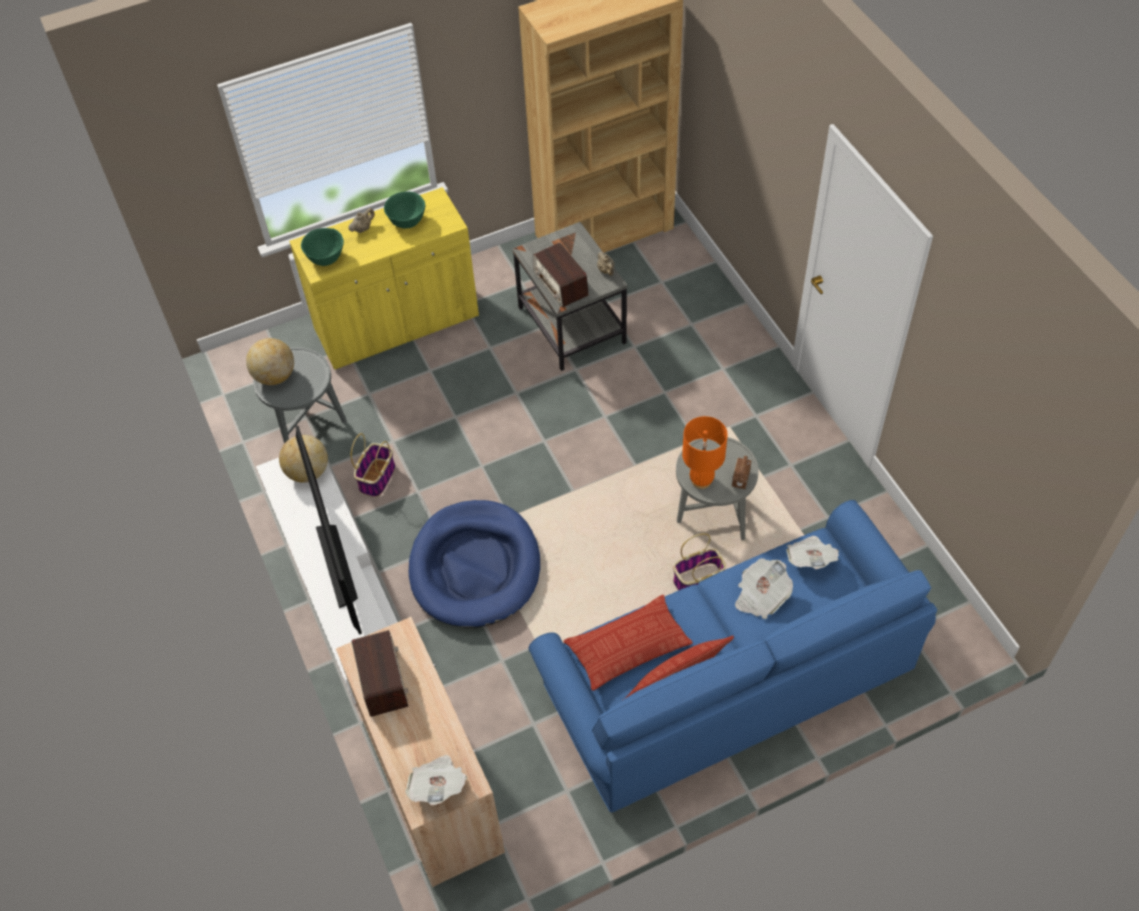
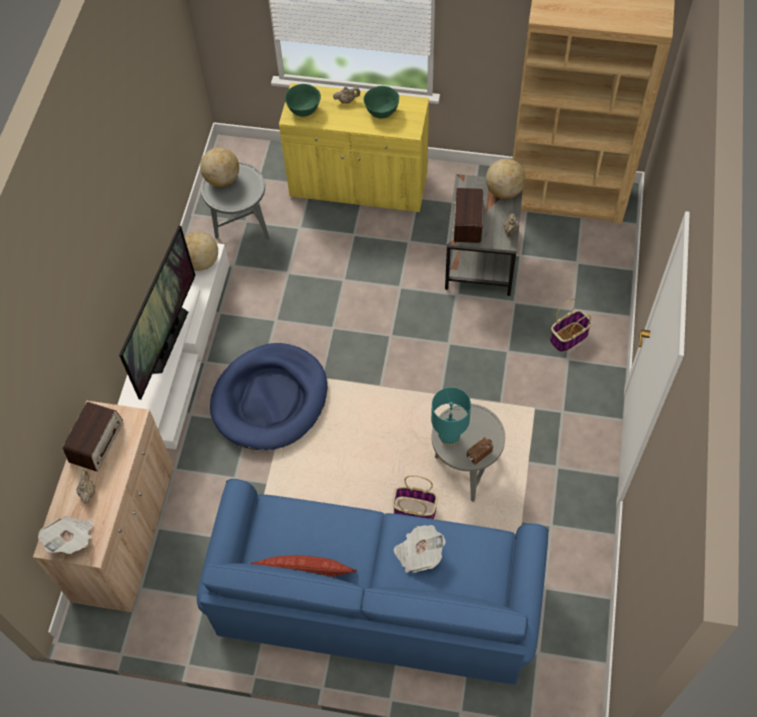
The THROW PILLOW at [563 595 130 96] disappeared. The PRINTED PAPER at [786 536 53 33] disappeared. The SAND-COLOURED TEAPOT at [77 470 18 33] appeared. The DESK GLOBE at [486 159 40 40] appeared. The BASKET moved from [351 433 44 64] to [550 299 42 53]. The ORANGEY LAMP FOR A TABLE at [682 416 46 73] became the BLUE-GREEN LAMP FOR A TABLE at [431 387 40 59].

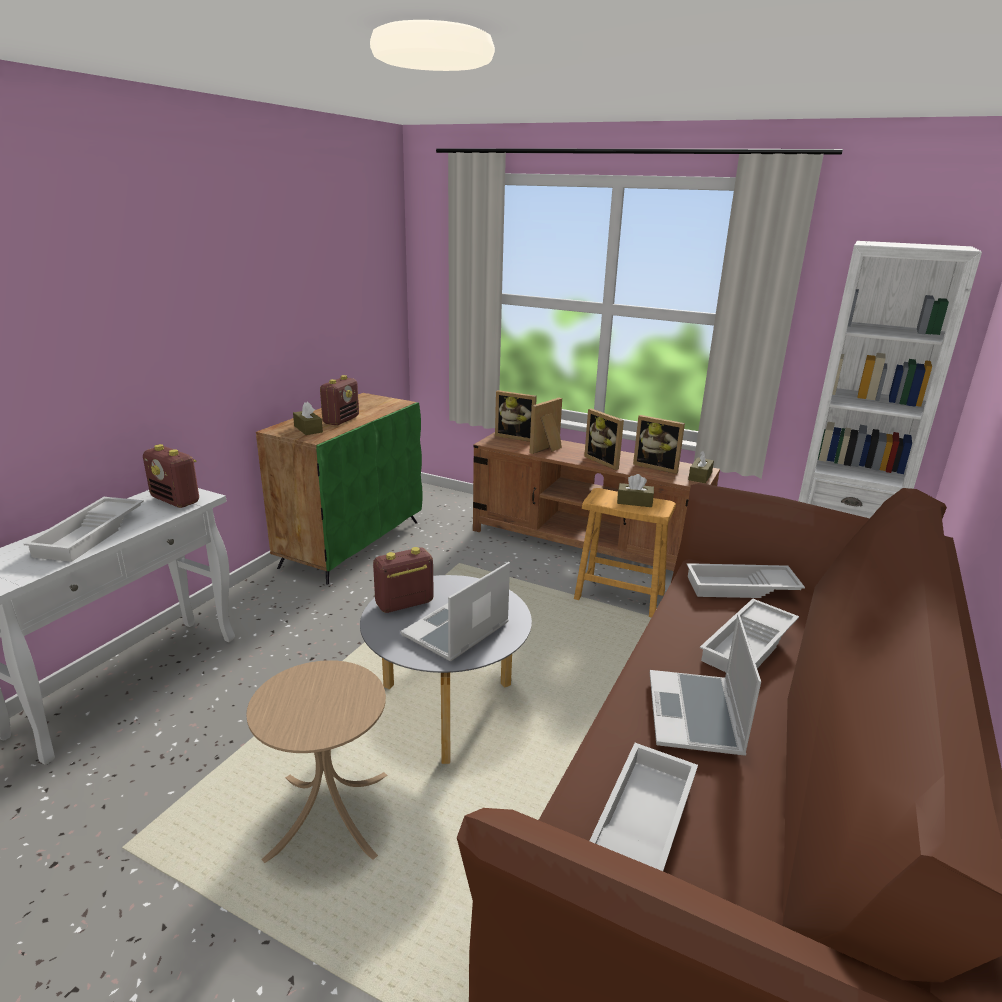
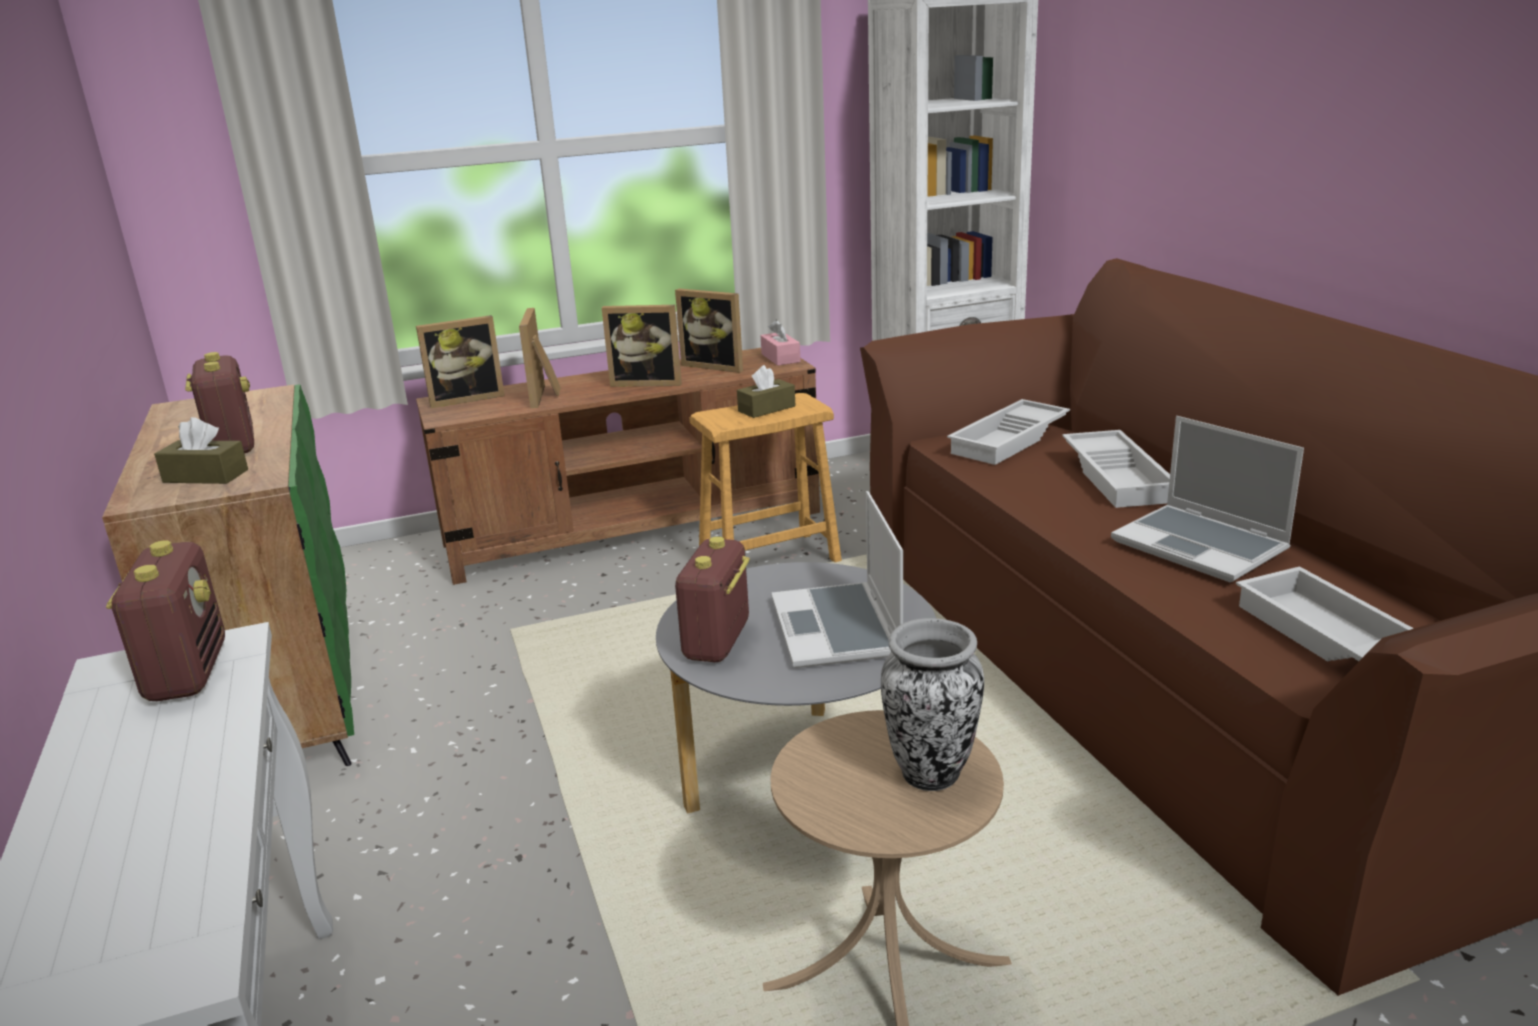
The WHITE-COLOURED CARRYING TRAY at [24 497 120 65] disappeared. The DECORATIVE VASE at [881 618 103 173] appeared. The BROWNISH BOX OF TISSUES at [688 450 26 33] became the PINKISH BOX OF TISSUES at [761 319 40 47]. The RADIO SET at [143 444 56 64] turned 90 degrees counterclockwise. The PHOTO FRAME at [633 415 52 59] turned 45 degrees clockwise.

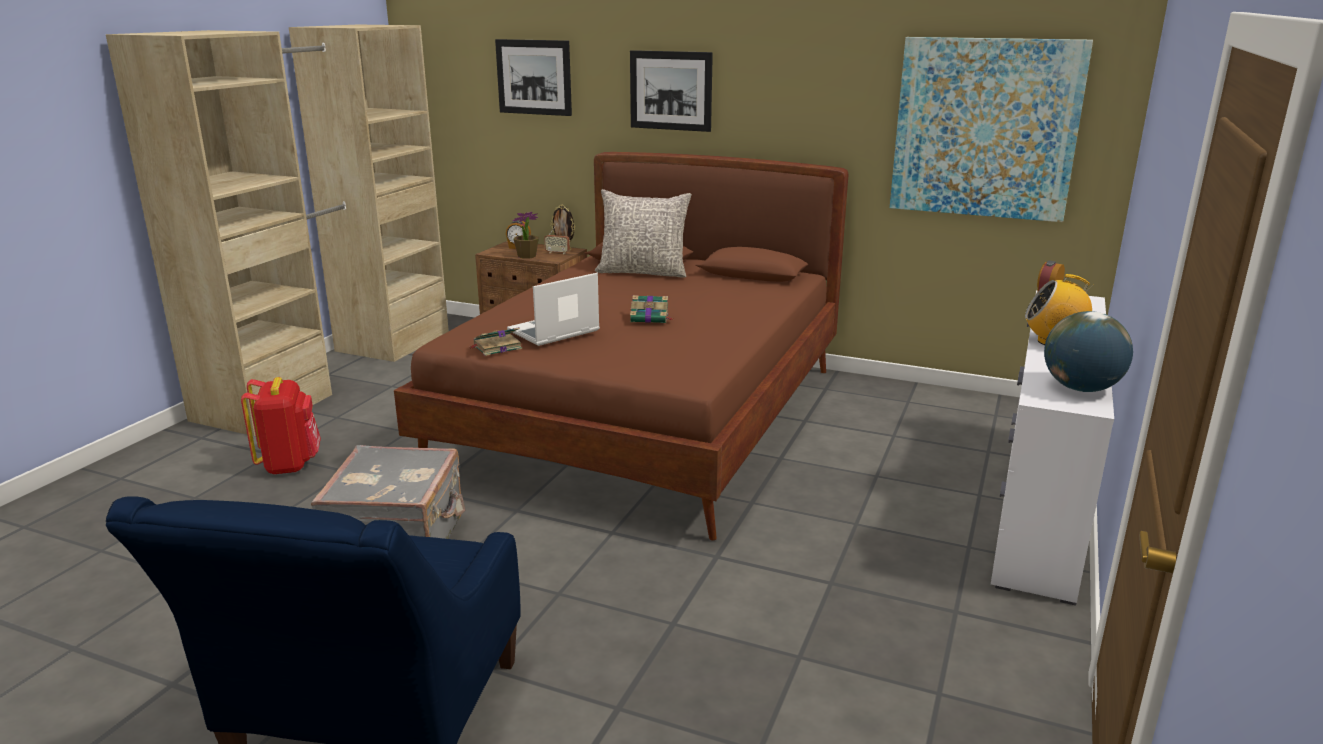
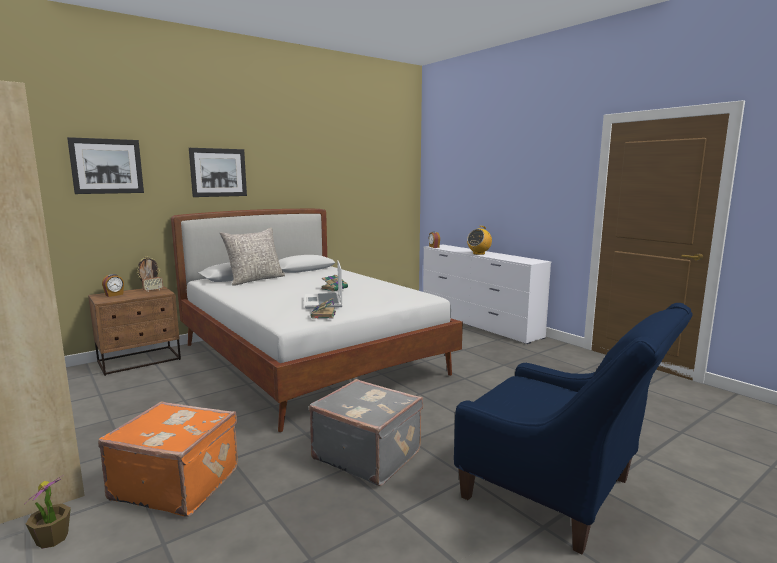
The WALL PICTURE at [890 37 203 185] disappeared. The DESK GLOBE at [1044 311 89 81] disappeared. The POTTED PLANT moved from [513 212 26 47] to [26 475 45 74]. The RED-COLOURED KNAPSACK at [241 377 80 98] was replaced by the ORANGEY TRAVEL CASE at [98 401 140 115]. The BROWNISH BED at [394 152 455 389] became the WHITE-COLOURED BED at [171 209 292 223].

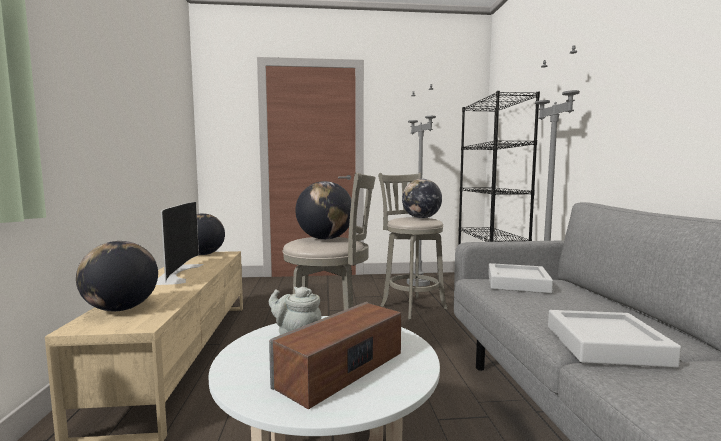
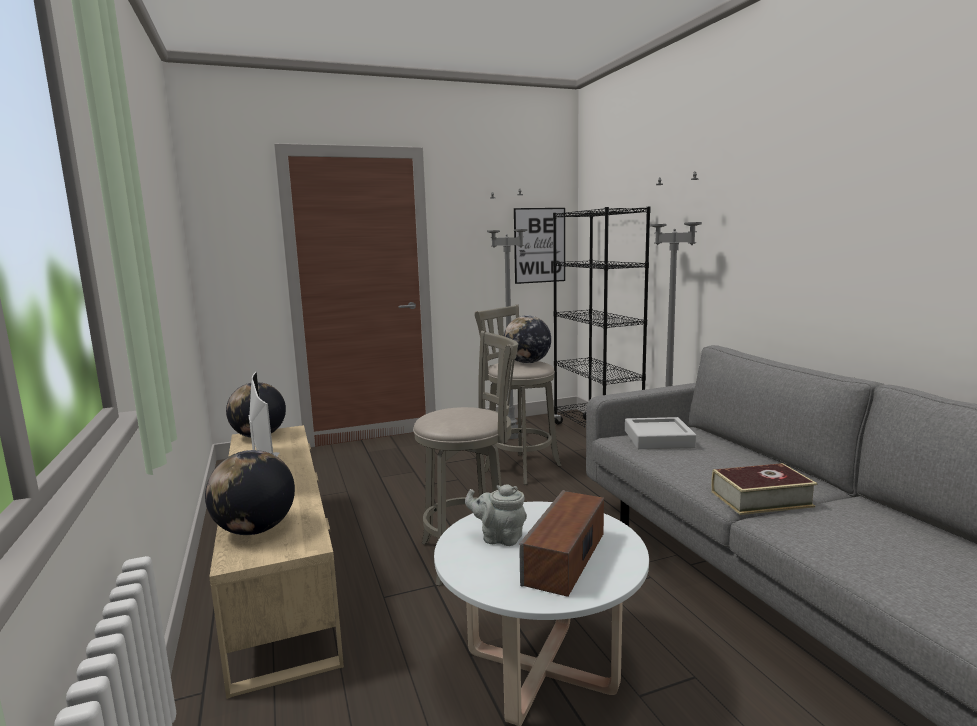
The DESK GLOBE at [295 181 57 59] disappeared. The WALL PICTURE at [514 208 51 76] appeared. The GREYISH CARRYING TRAY at [548 310 133 58] was replaced by the BOUND BOOK at [711 463 106 52].

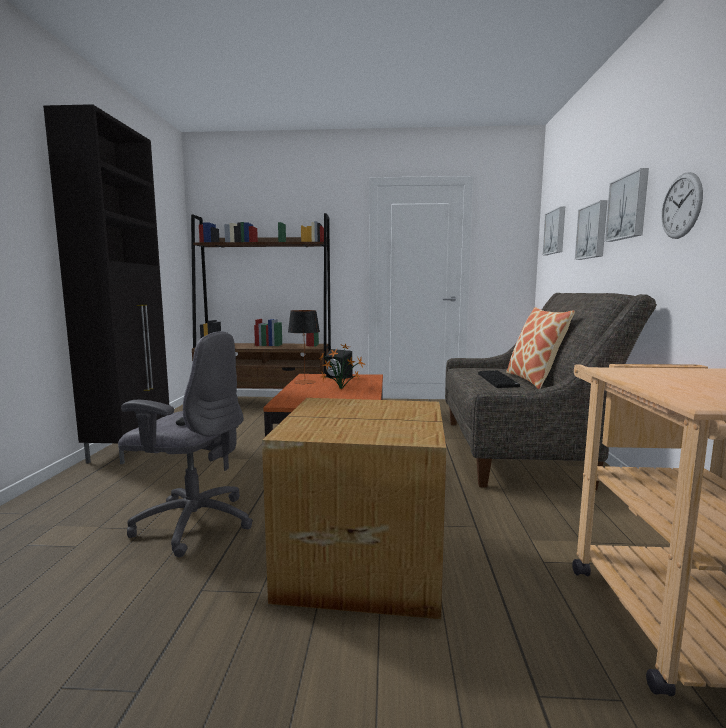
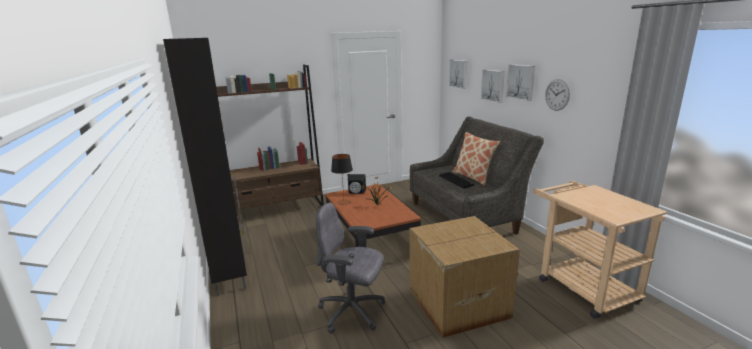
The GREYISH DESK CHAIR at [118 331 135 226] turned 150 degrees counterclockwise.

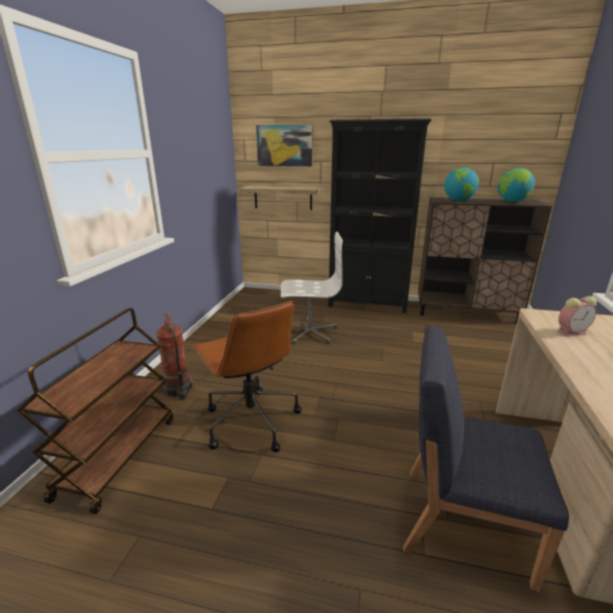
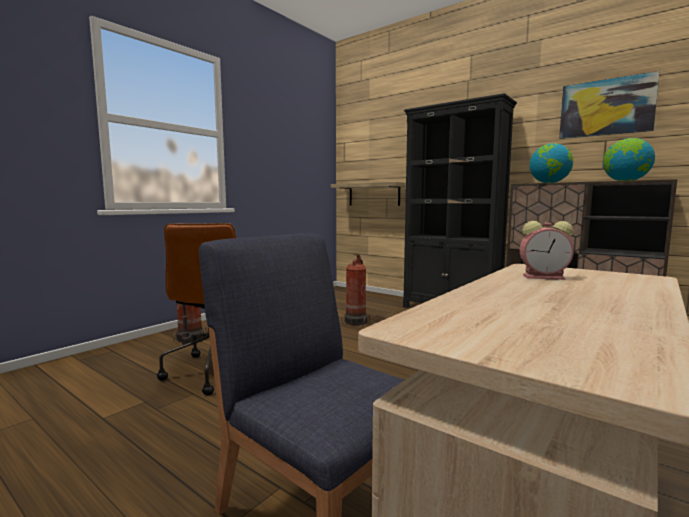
The BROWNISH CART at [17 308 156 206] disappeared. The WALL PICTURE moved from [256 125 57 42] to [559 71 101 68]. The WHITE-COLOURED DESK CHAIR at [281 232 62 112] was replaced by the FIRE EXTINGUISHER at [341 254 29 72].

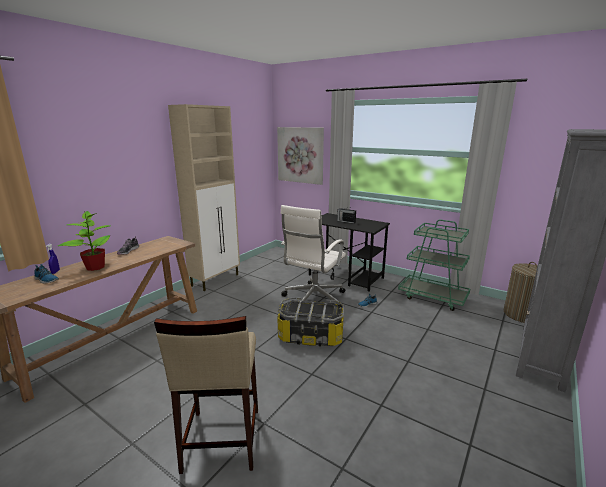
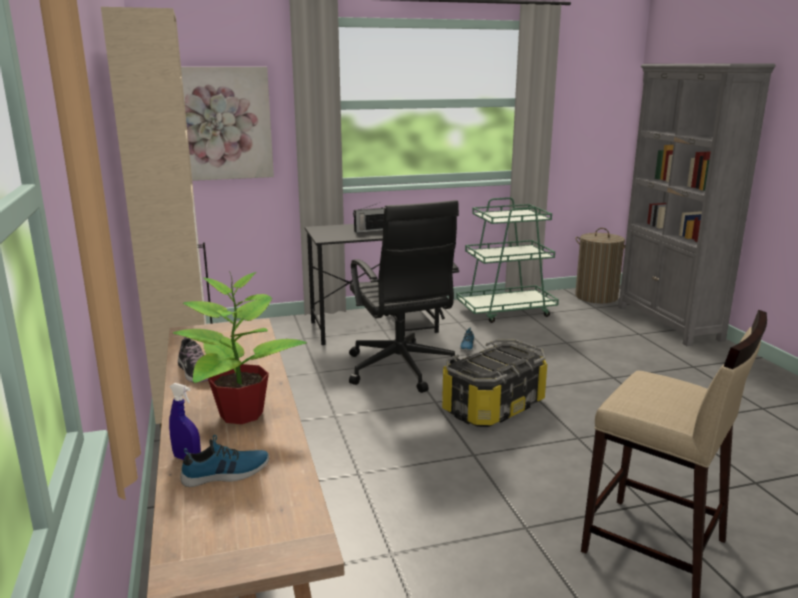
The WHITE-COLOURED DESK CHAIR at [281 205 65 102] became the BLACKISH DESK CHAIR at [349 200 111 193].

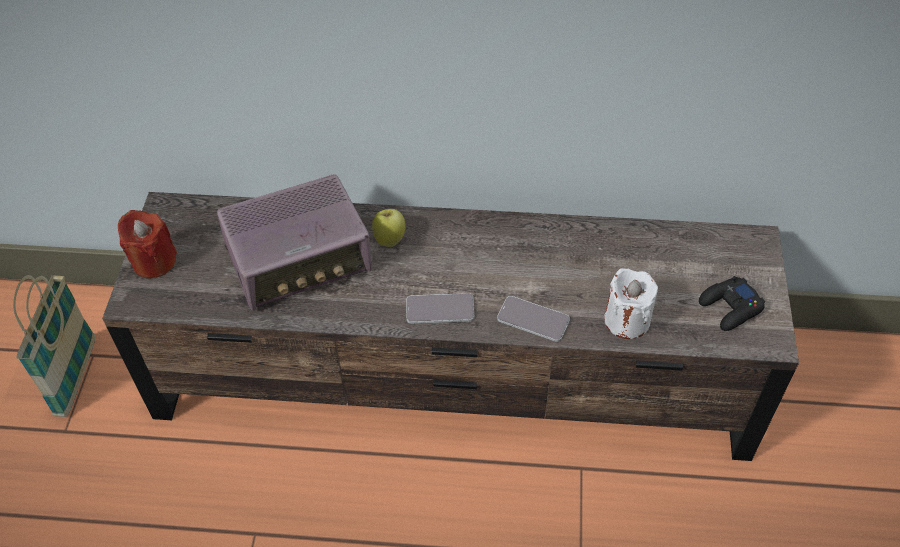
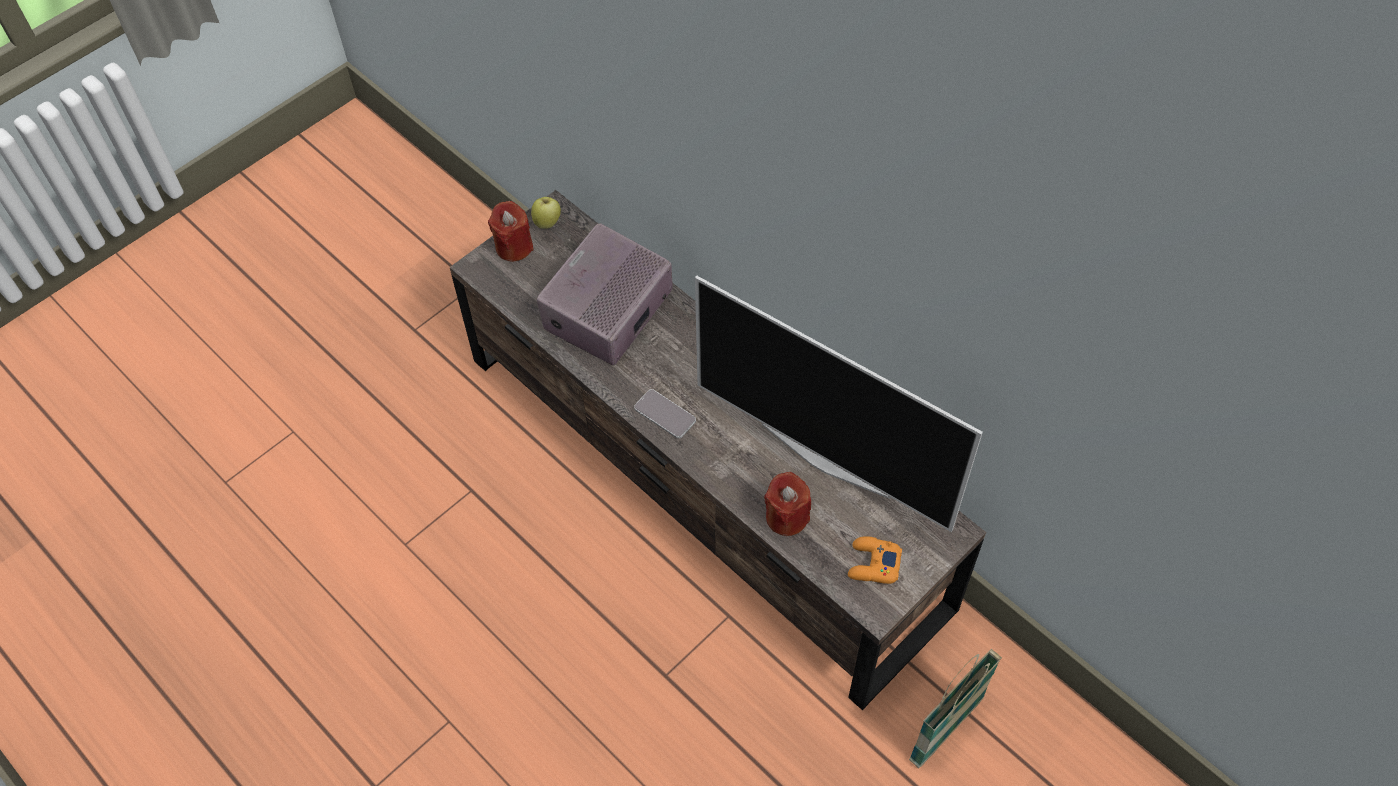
The TELEPHONE at [497 296 73 46] disappeared. The TV SET at [695 276 288 256] appeared. The BASKET moved from [13 275 82 142] to [909 649 93 119]. The APPLE FRUIT moved from [372 209 34 38] to [531 197 30 32]. The WHITE-COLOURED WAX CANDLE at [604 268 54 71] became the RED-COLOURED WAX CANDLE at [764 472 47 64]. The BLACKISH JOYPAD at [699 276 66 55] became the ORANGEY JOYPAD at [848 536 54 48]. The RADIO SET at [217 174 155 137] turned 105 degrees clockwise.

